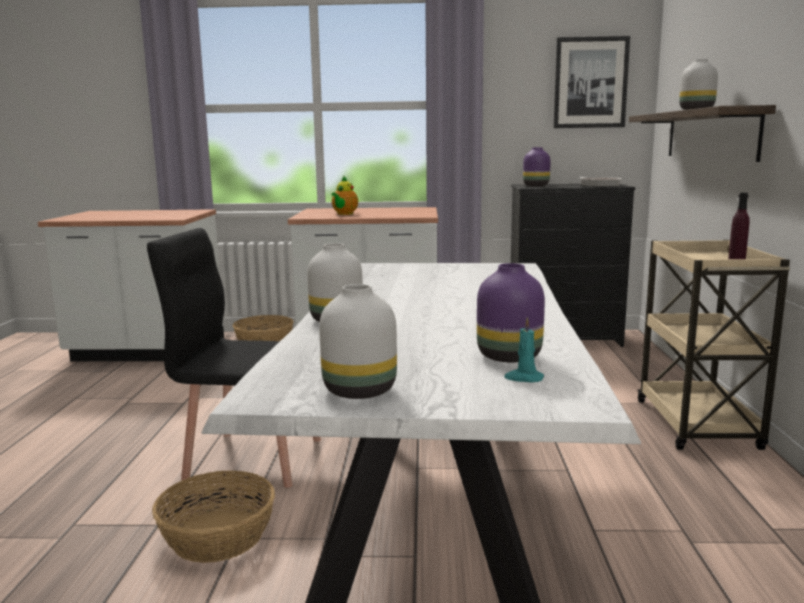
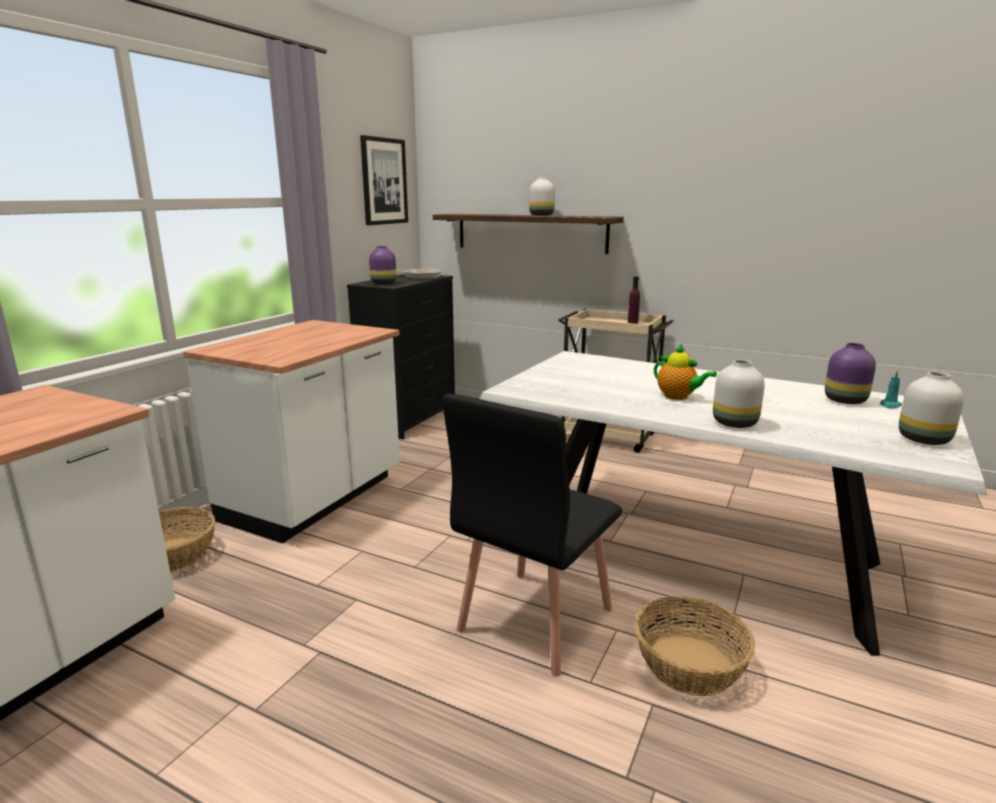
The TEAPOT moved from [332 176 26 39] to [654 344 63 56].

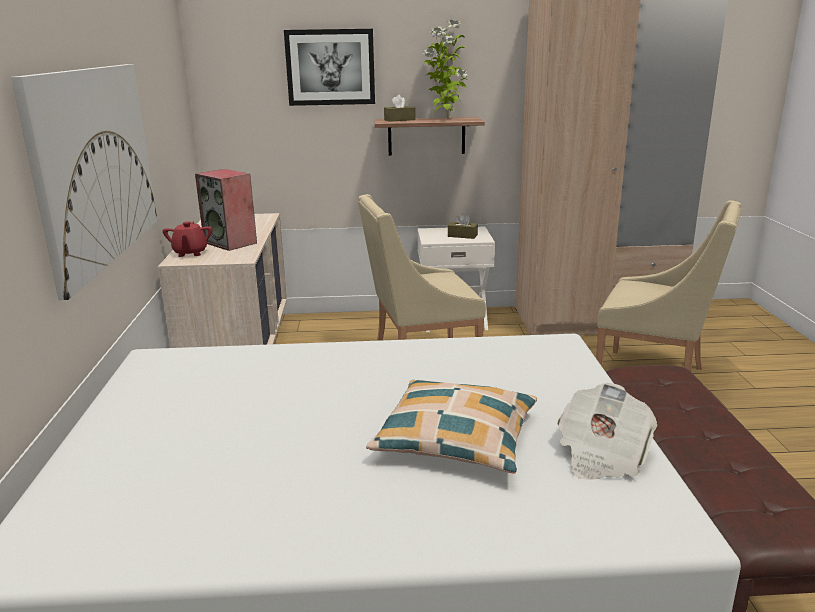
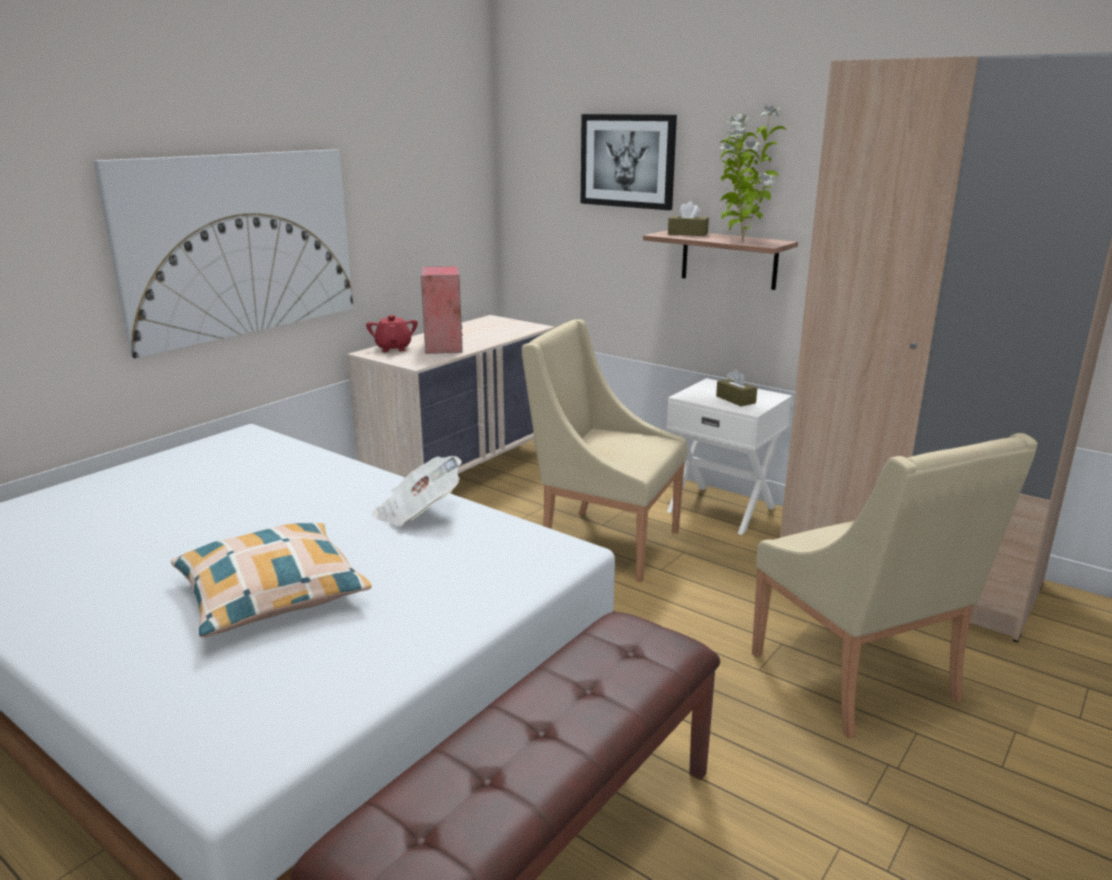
The PRINTED PAPER moved from [557 383 100 97] to [372 456 90 71]. The RED-COLOURED TEAPOT at [163 221 49 36] turned 135 degrees clockwise.

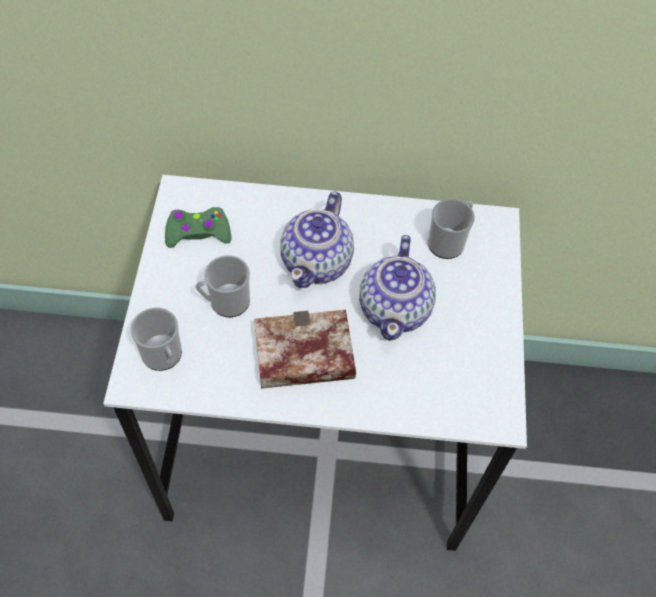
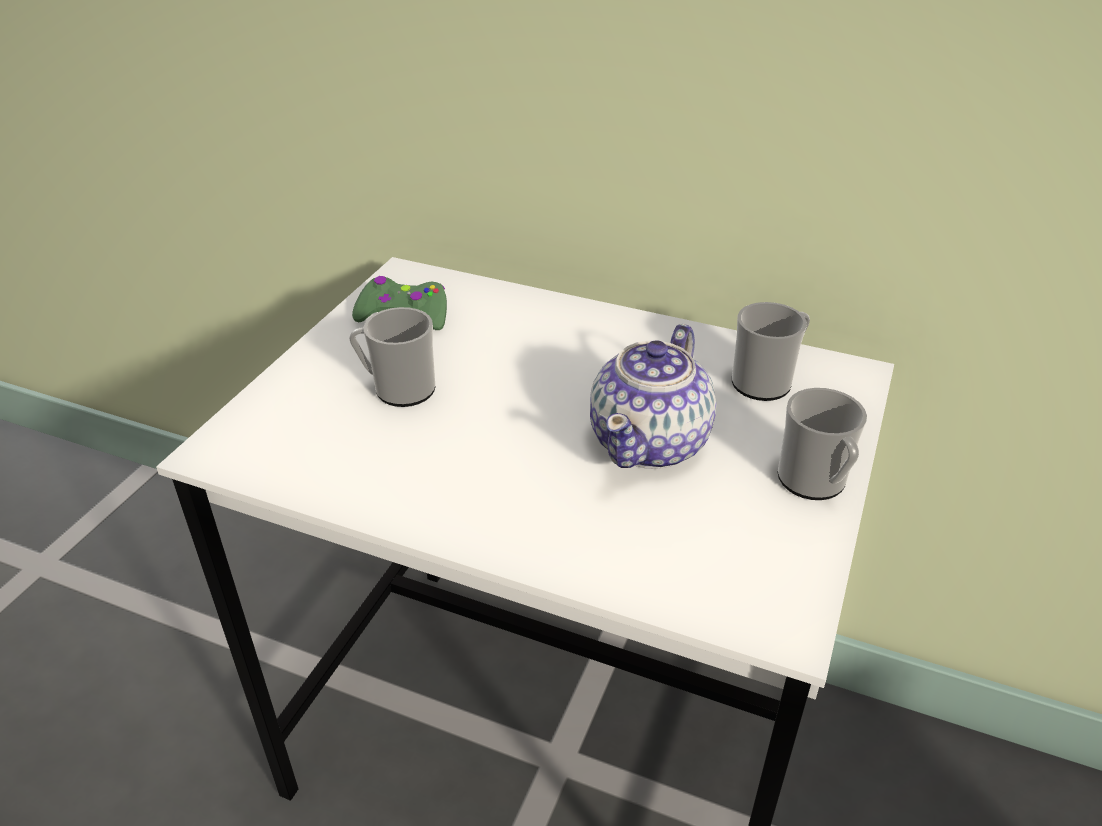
The BOUND BOOK at [254 310 102 79] disappeared. The TEAPOT at [280 191 74 97] disappeared. The TEA MUG moved from [130 307 52 64] to [778 388 89 112].

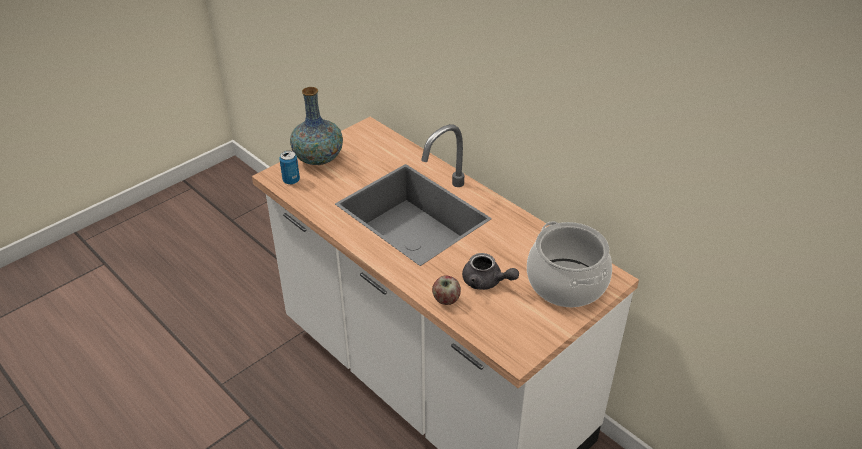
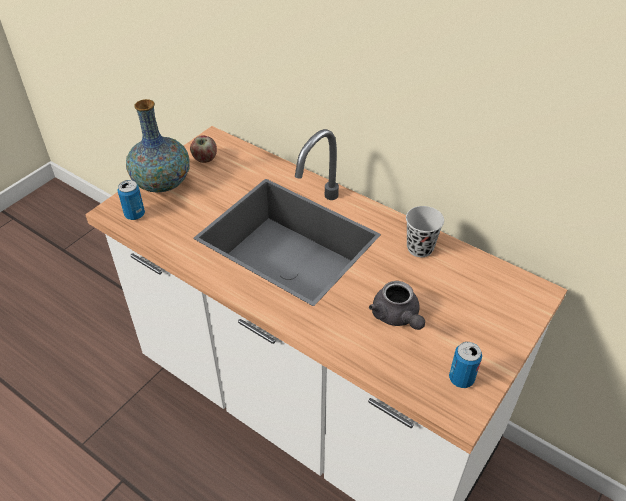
The STOCKPOT at [527 221 85 86] disappeared. The BLACKISH CUP at [406 206 38 51] appeared. The SEALED CAN at [449 342 33 46] appeared. The APPLE FRUIT moved from [432 275 29 30] to [190 135 27 28]. The GREYISH TEAPOT at [462 253 57 37] turned 45 degrees clockwise.

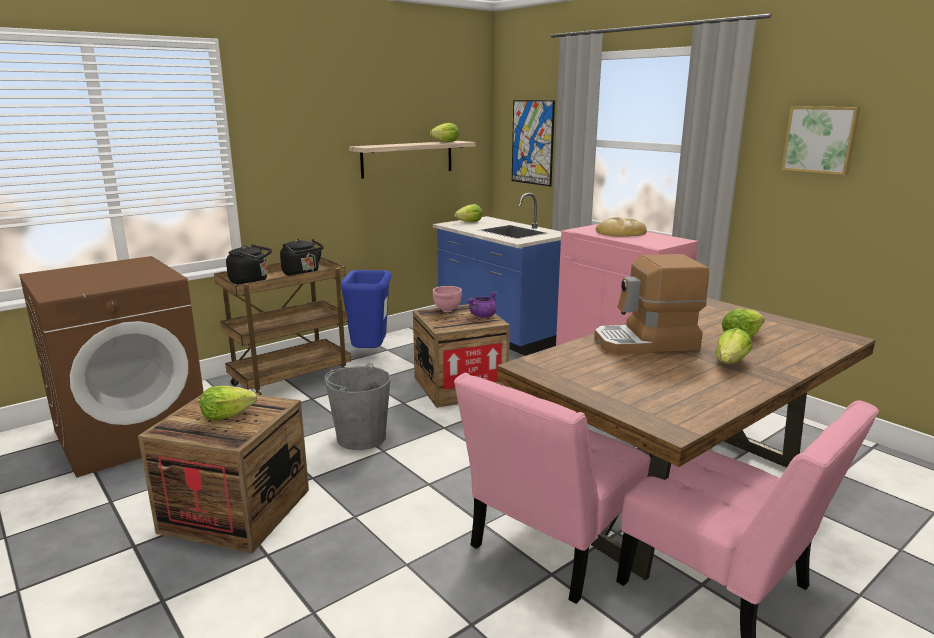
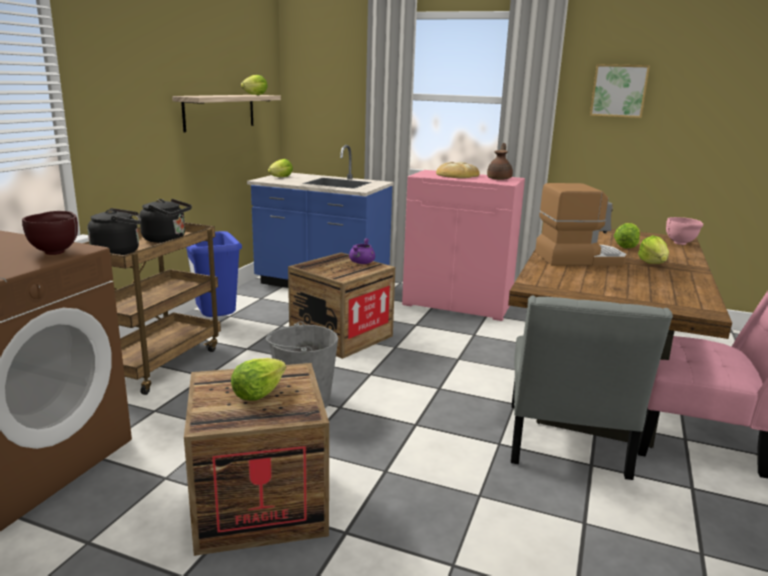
The WALL PICTURE at [512 100 43 86] disappeared. The BROWNISH BOWL at [22 211 56 44] appeared. The BROWNISH TEAPOT at [487 143 26 37] appeared. The PINKISH BOWL moved from [433 286 29 26] to [666 217 37 28]. The PINKISH UPRIGHT CHAIR at [454 373 196 231] became the GREYISH UPRIGHT CHAIR at [511 295 162 185]. The COFFEE BREWER at [594 254 115 100] turned 150 degrees counterclockwise.

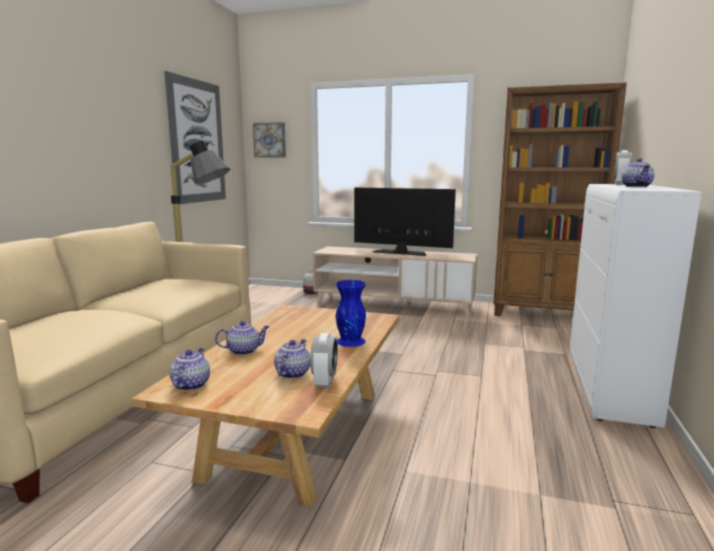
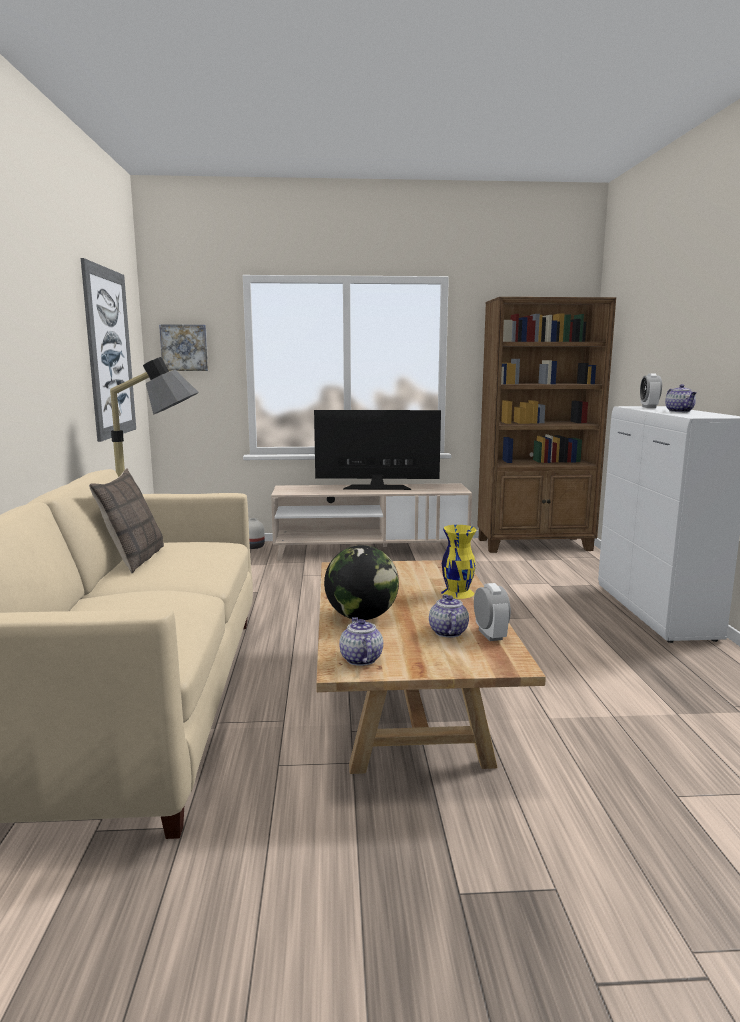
The THROW PILLOW at [89 468 75 105] appeared. The TEAPOT at [215 321 54 34] was replaced by the DESK GLOBE at [324 545 75 75]. The BLUE DECORATIVE VASE at [336 280 30 67] became the YELLOW DECORATIVE VASE at [441 525 35 74].

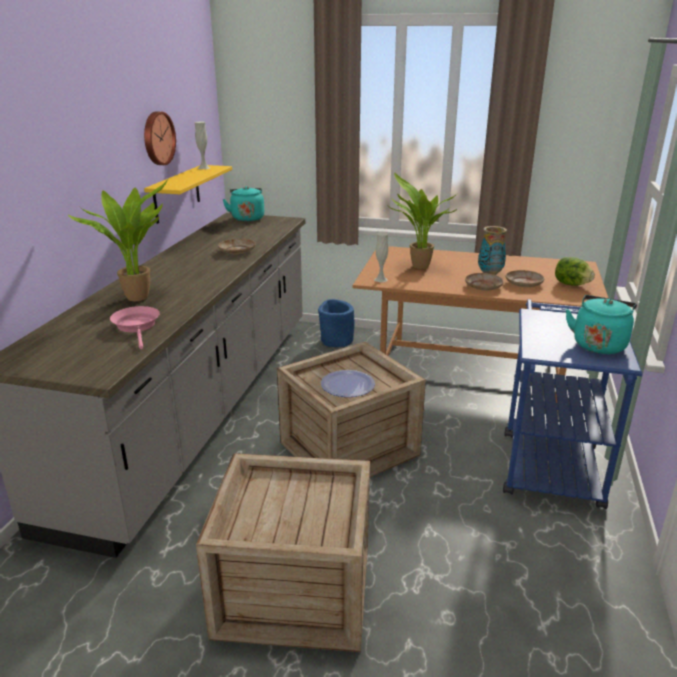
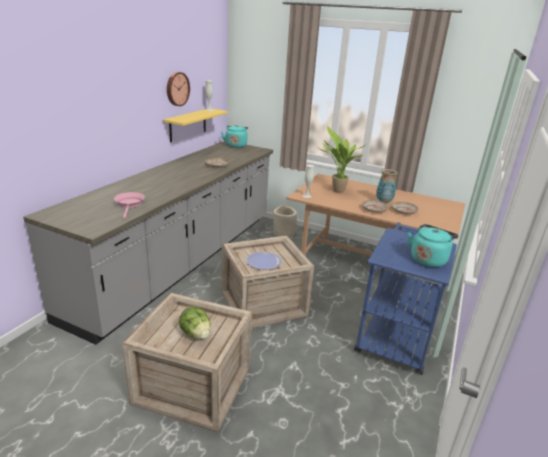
The POTTED PLANT at [68 178 101 124] disappeared. The LETTUCE moved from [555 257 40 29] to [179 306 32 33]. The BLUE PLANT POT at [318 299 36 48] became the SAND-COLOURED PLANT POT at [273 205 24 33].

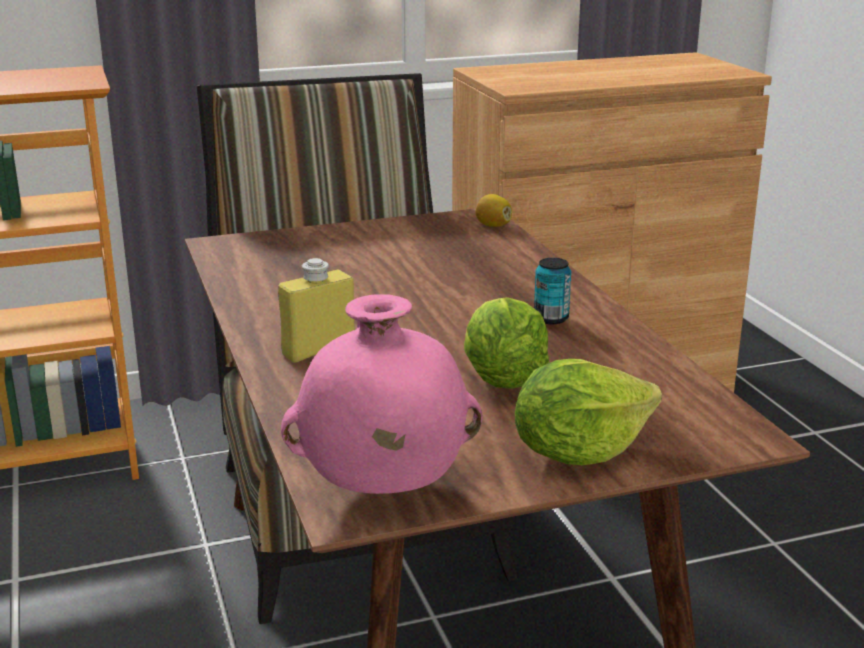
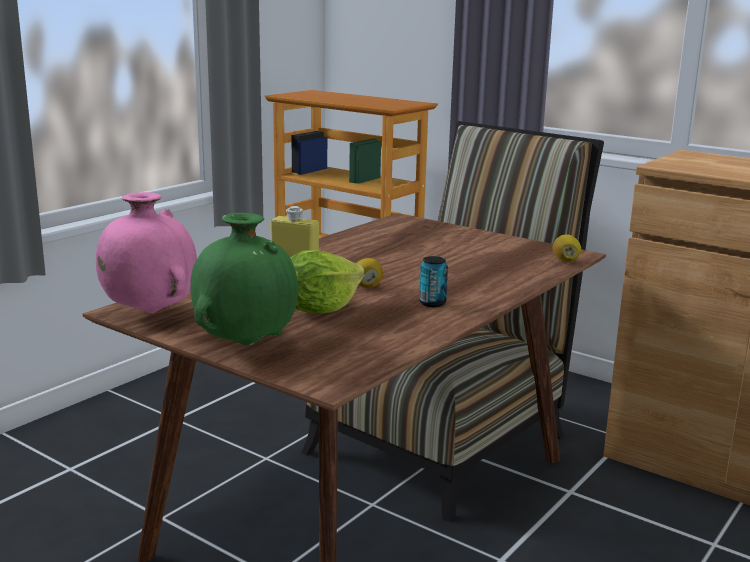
The WHOLE LEMON at [356 258 27 30] appeared. The LETTUCE at [515 359 147 106] was replaced by the GREENISH DECORATIVE VASE at [190 213 108 132].

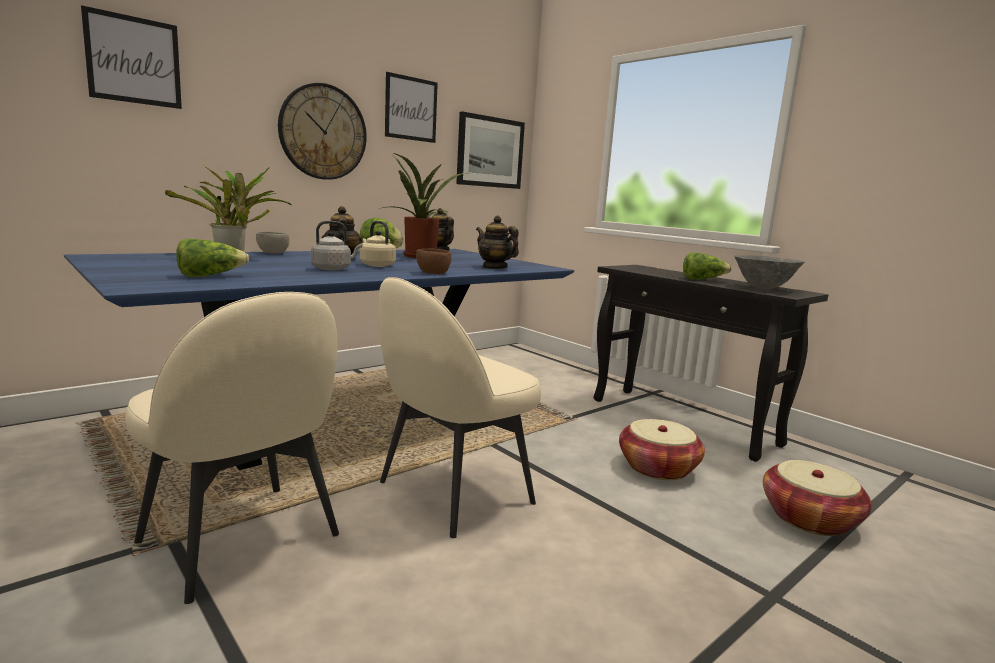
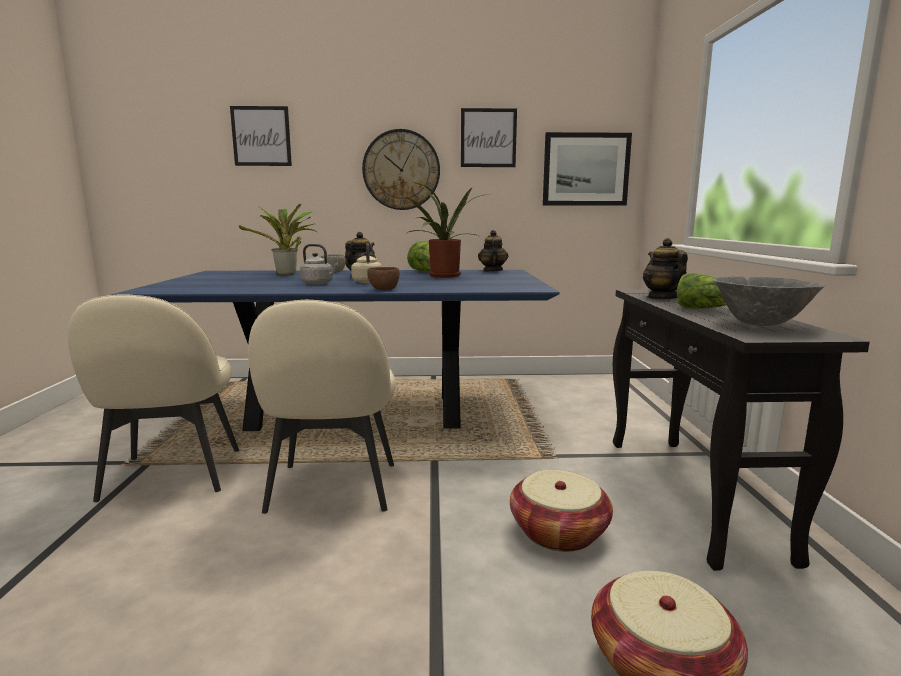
The LETTUCE at [176 239 73 38] disappeared. The TEAPOT moved from [476 216 43 53] to [643 238 45 61]. The SAND-COLOURED UPRIGHT CHAIR at [378 277 163 261] turned 90 degrees counterclockwise.

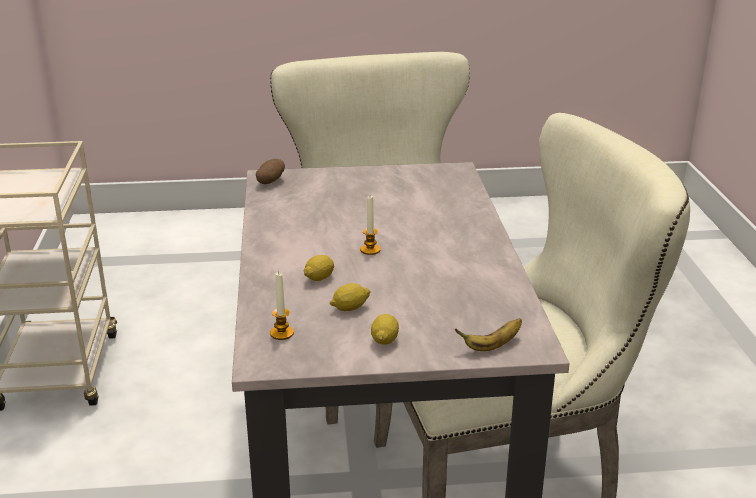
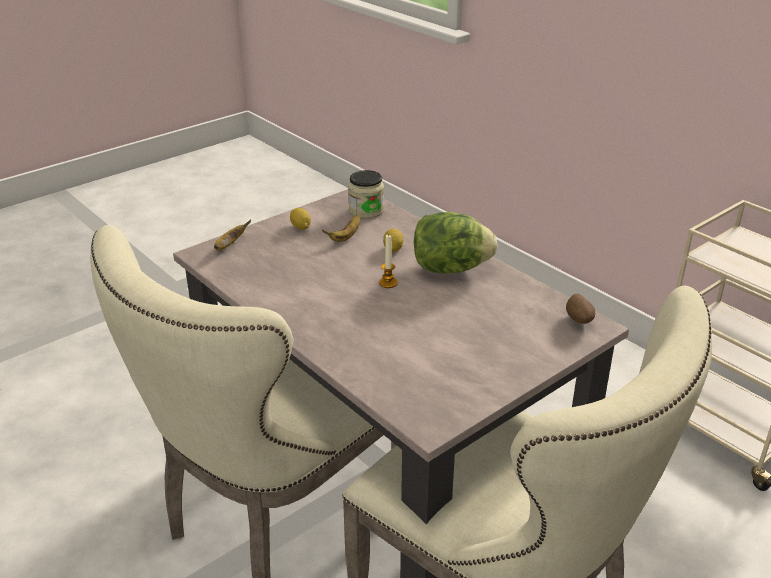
The LETTUCE at [414 212 84 61] appeared. The WAX CANDLE at [270 271 24 69] was replaced by the STORAGE JAR at [348 170 36 49]. The WHOLE LEMON at [329 283 42 28] was replaced by the WHOLE BANANA at [322 214 38 28].

